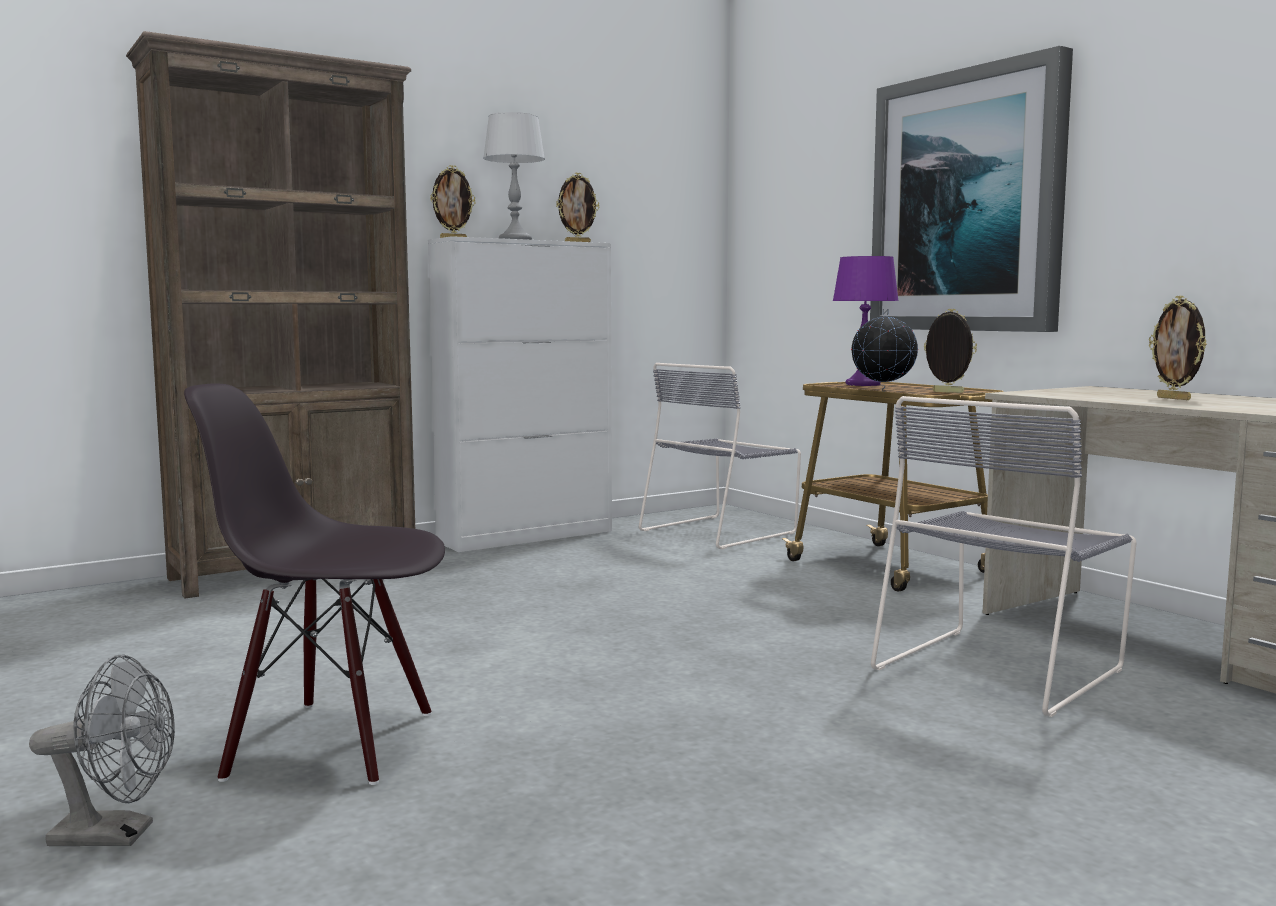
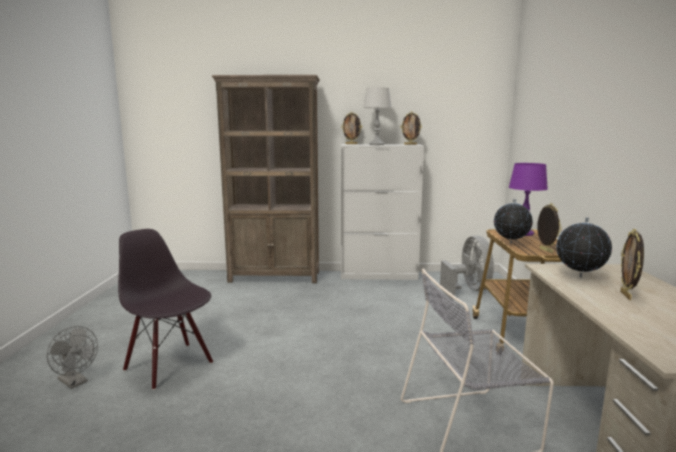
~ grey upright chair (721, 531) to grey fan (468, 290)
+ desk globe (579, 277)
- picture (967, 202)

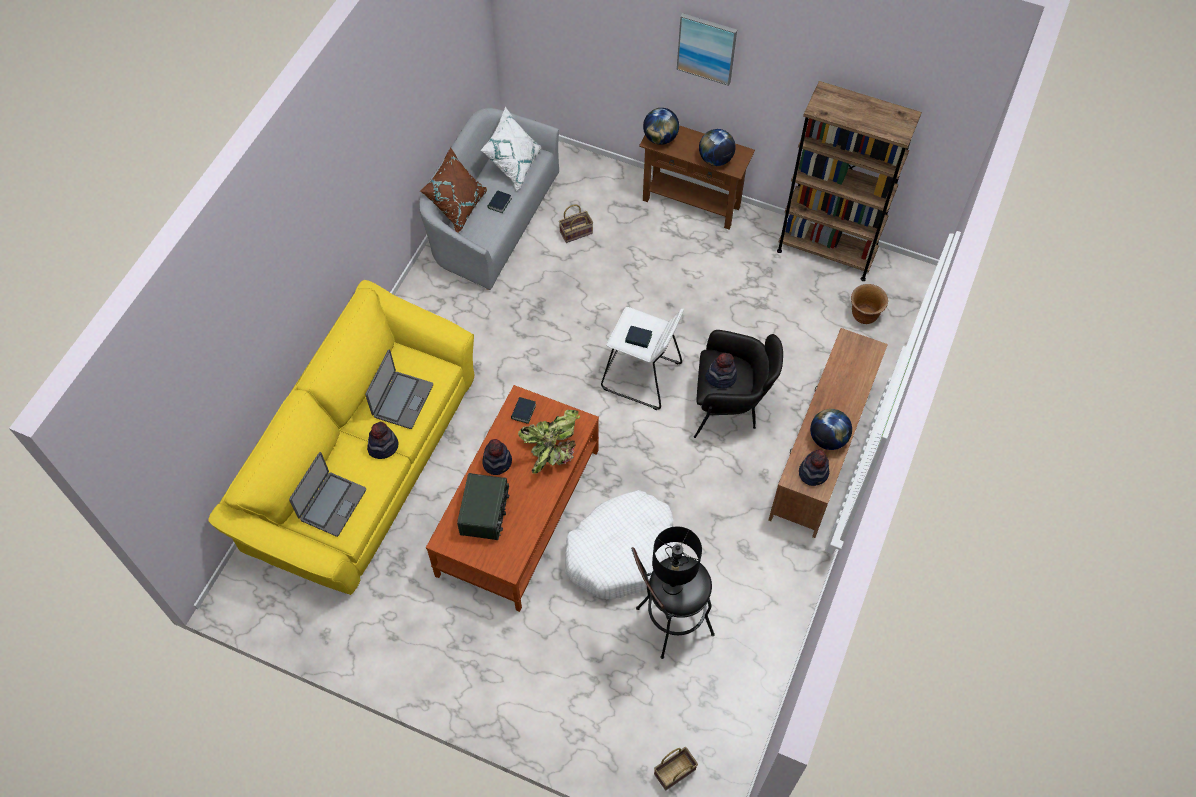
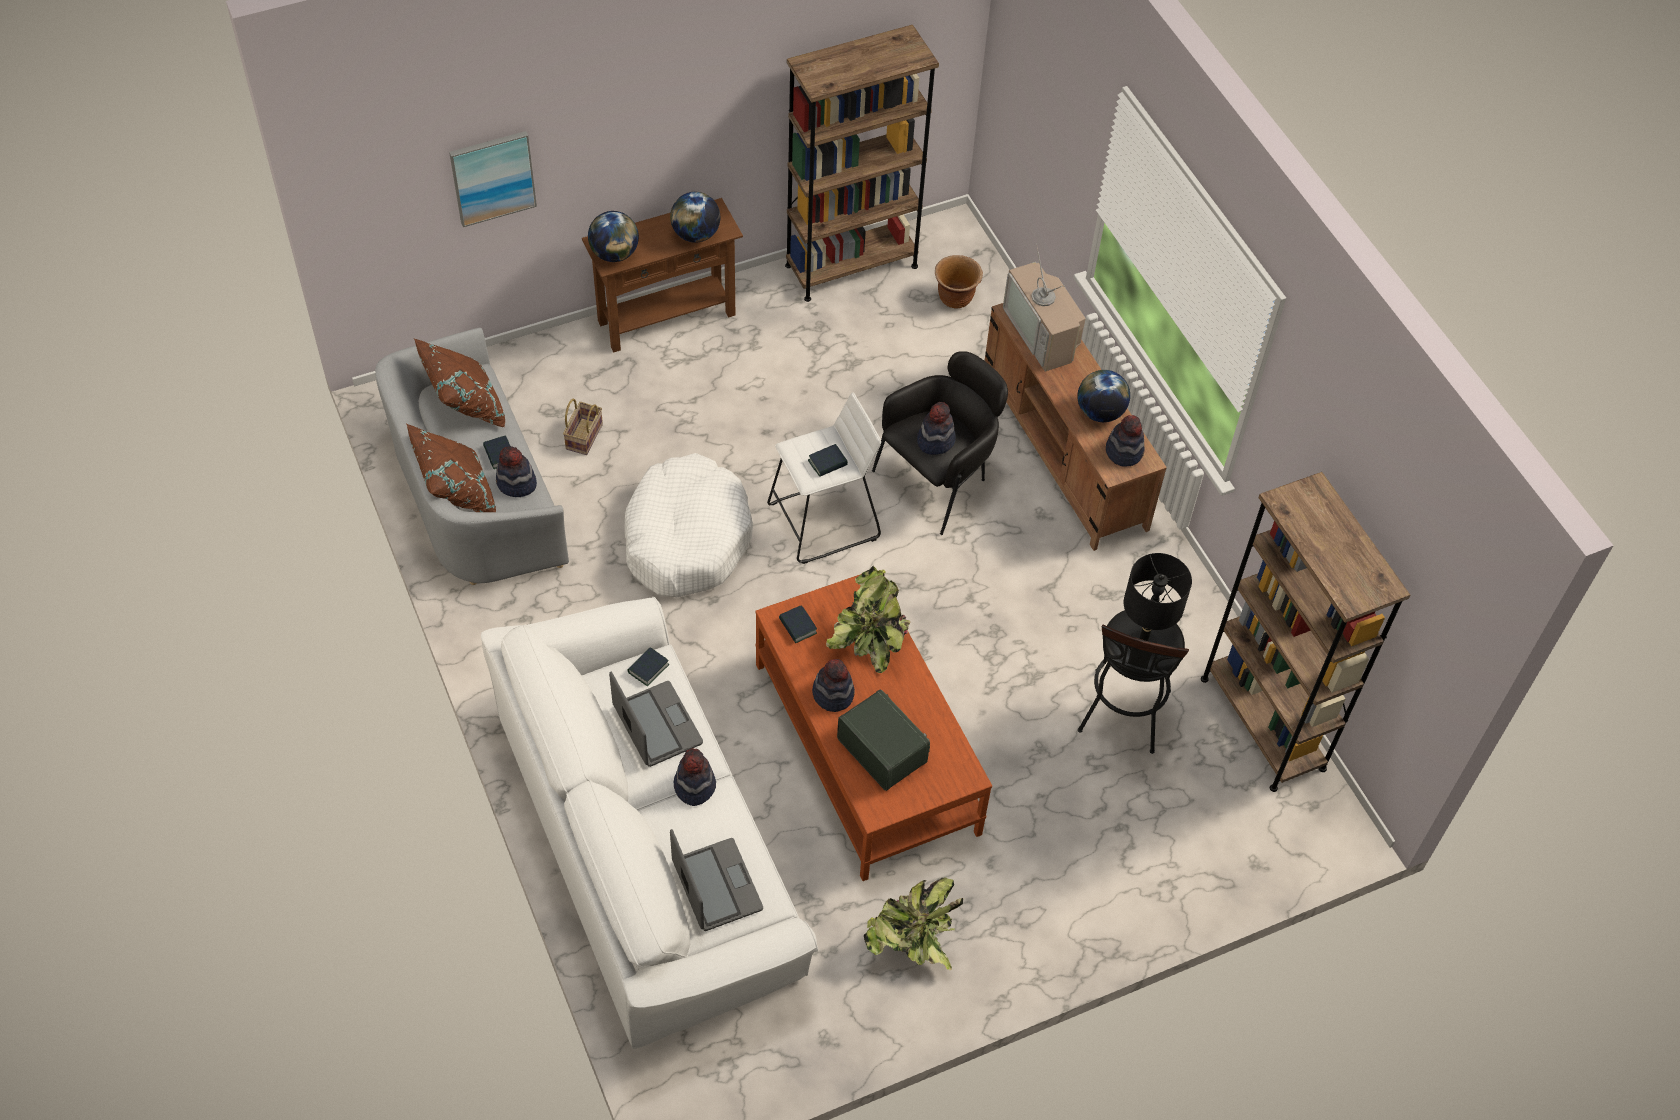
~ whitish pillow (514, 165) to brown-coloured pillow (465, 405)
~ picture (706, 48) to (493, 177)
~ yellowish couch (362, 462) to whitish couch (648, 846)
+ wearable hat (516, 483)
~ whitish dog bed (621, 551) to (686, 538)
+ bound book (648, 668)
+ plant in a pot (912, 943)
+ TV (1043, 333)
+ brown-coloured bookcase (1262, 723)
- basket (674, 773)

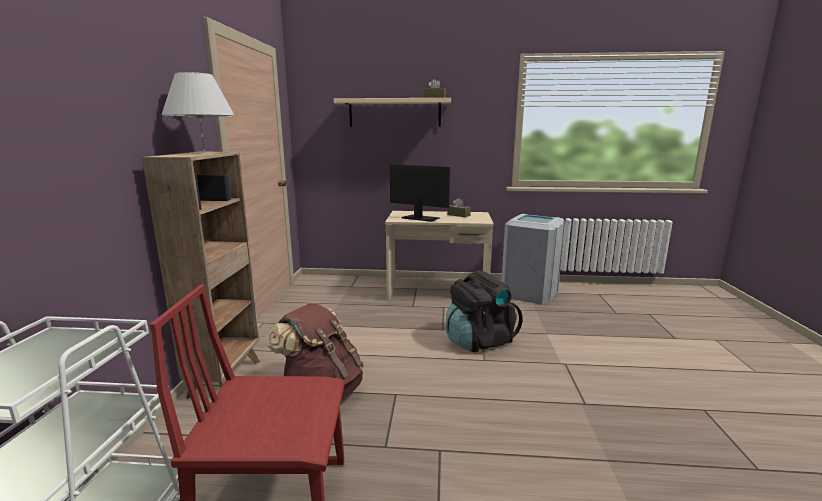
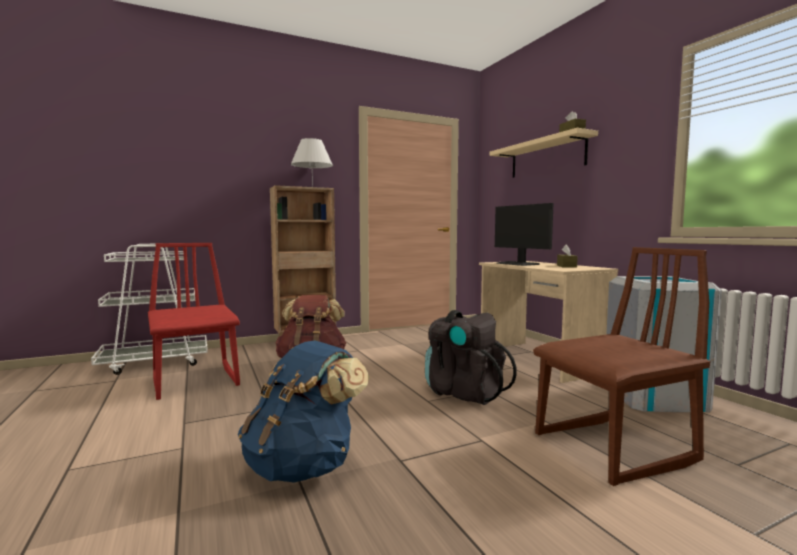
+ blue-coloured knapsack (304, 466)
~ computer screen (420, 218) = (517, 264) 150 degrees clockwise
+ brown-coloured upright chair (614, 449)

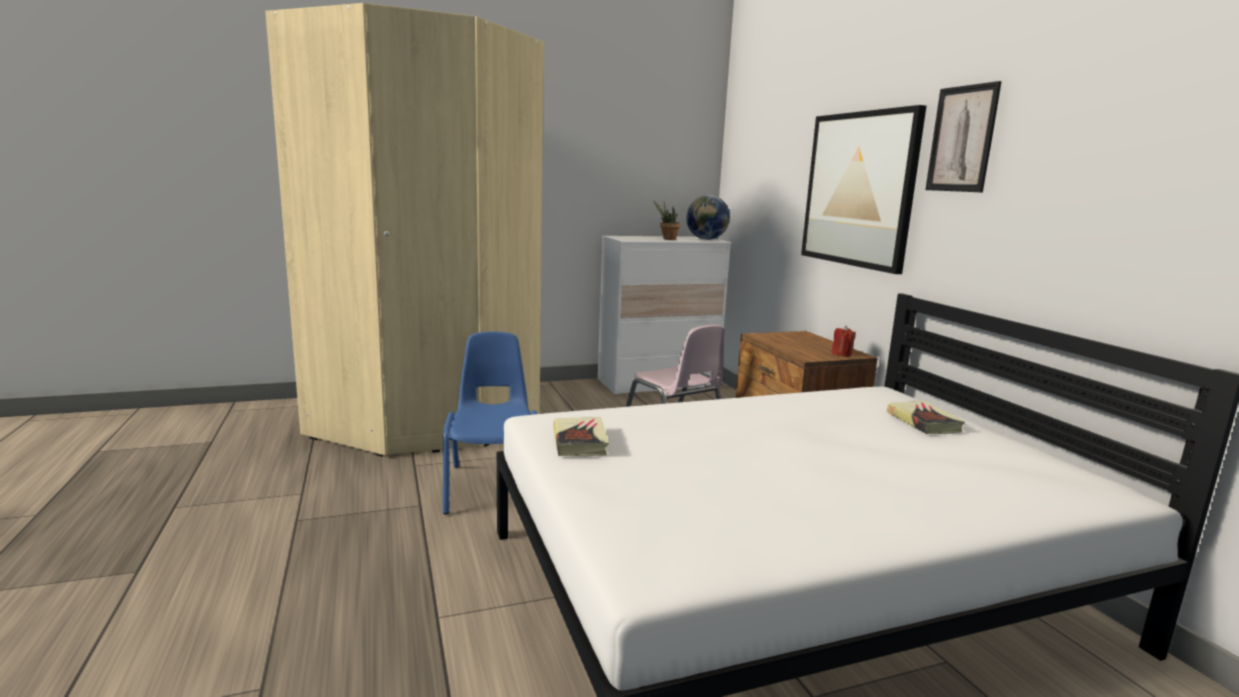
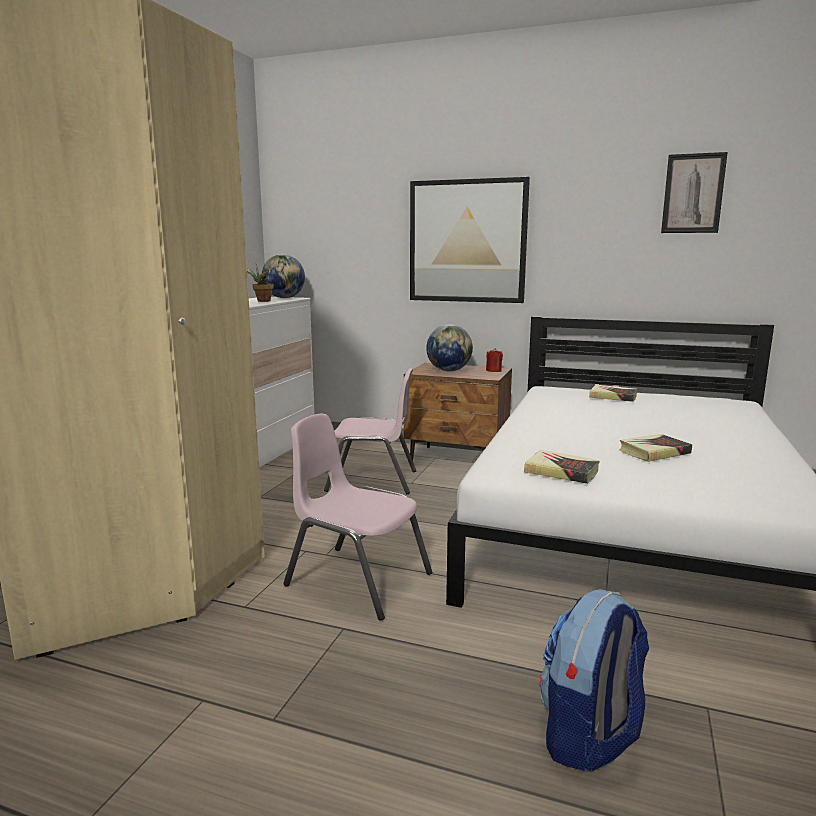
~ blue-coloured upright chair (494, 487) to pink-coloured upright chair (357, 580)
+ desk globe (449, 371)
+ knapsack (589, 736)
+ bound book (654, 452)
~ picture (962, 139) to (693, 193)

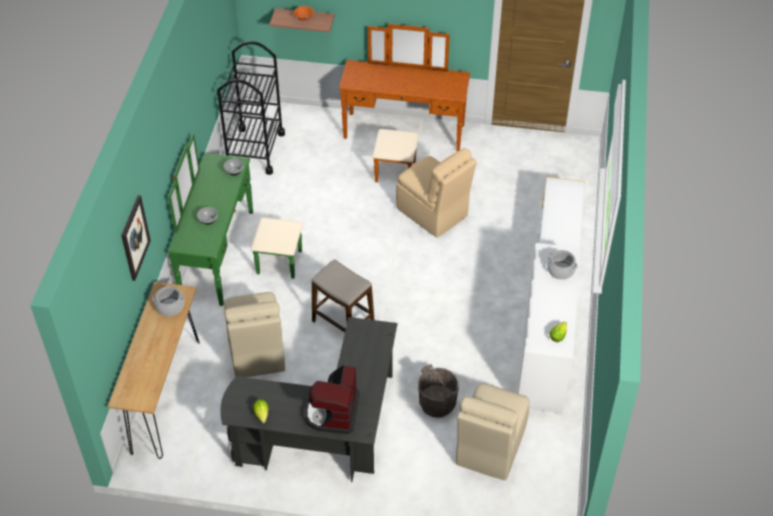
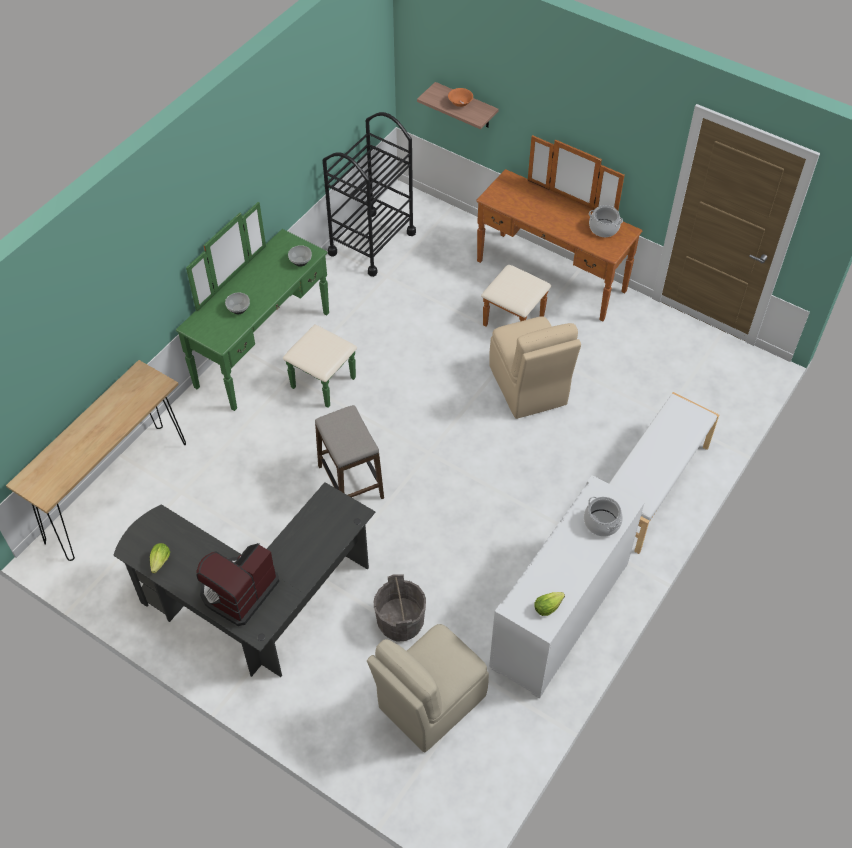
~ cooking pot (170, 306) to (604, 228)
- picture (135, 238)
- sand-coloured upright chair (256, 352)

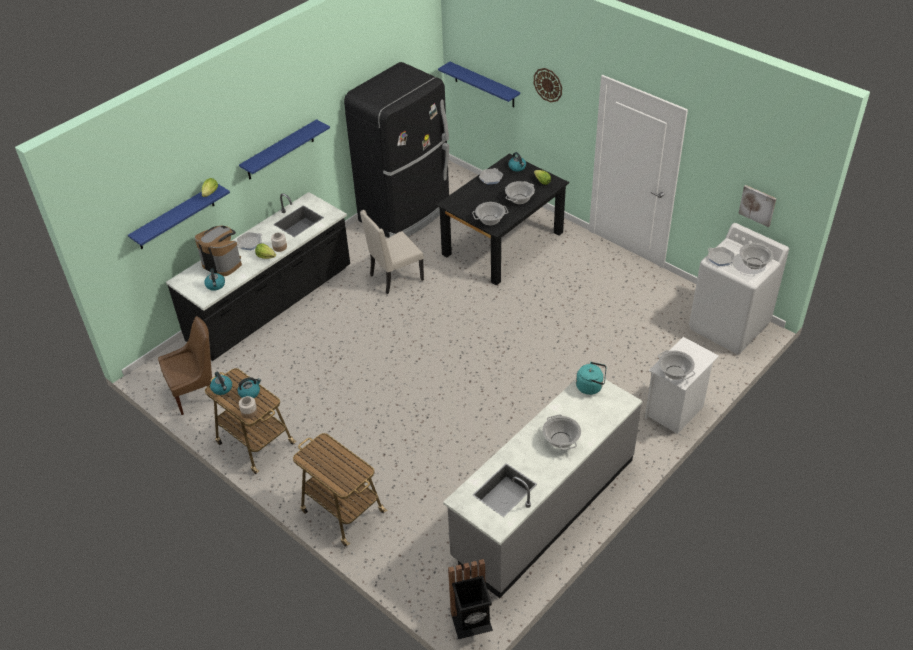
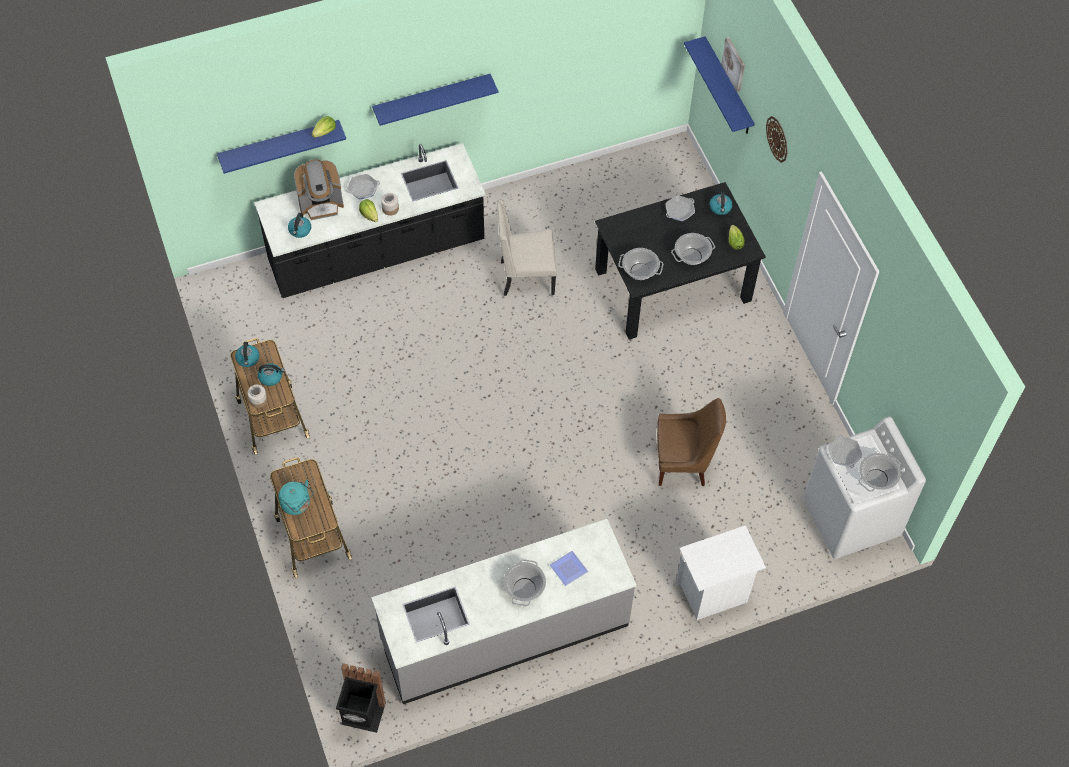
~ turquoise kettle (591, 387) to (297, 504)
~ coffee brewer (222, 263) = (321, 204) 105 degrees clockwise
+ plate (569, 567)
~ brown-coloured upright chair (196, 393) to (683, 463)
~ picture (757, 205) to (734, 64)
- black fridge (406, 213)
- cooking pot (674, 372)

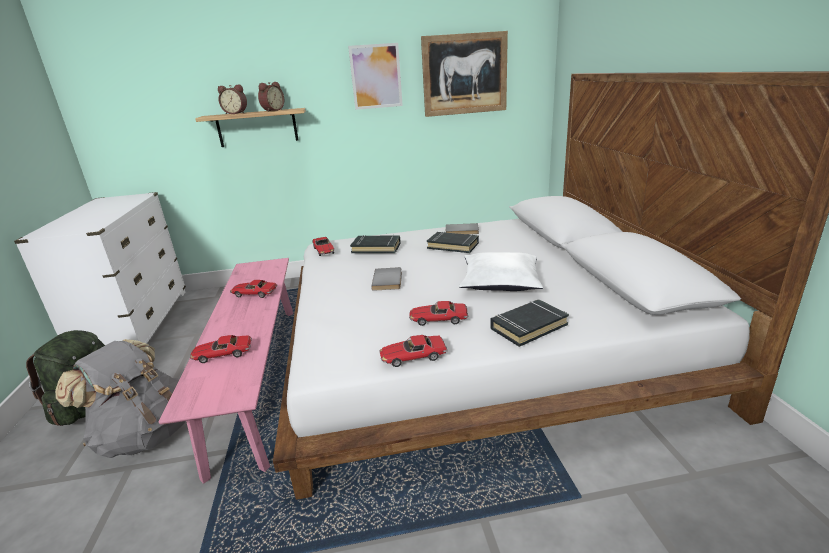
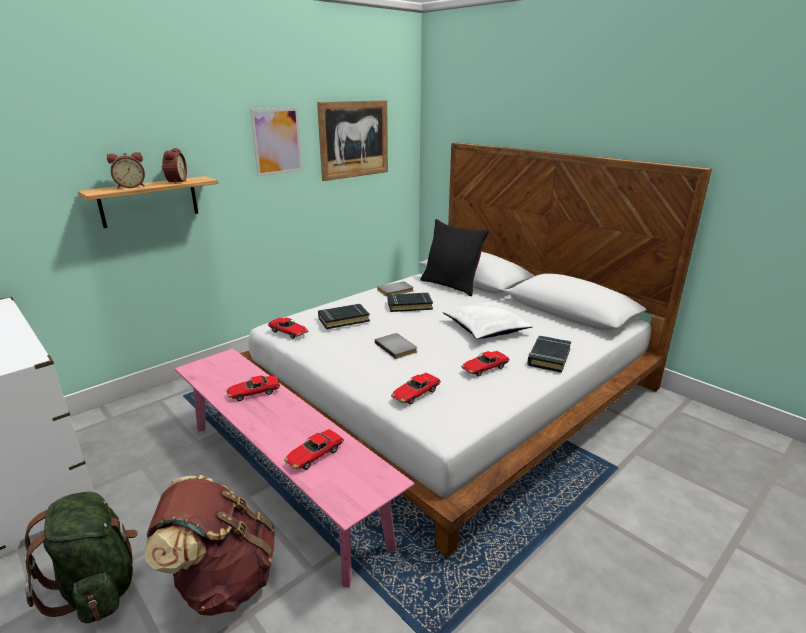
~ grey knapsack (145, 434) to brown-coloured knapsack (222, 580)
~ miniature car (413, 357) to (415, 394)
+ black pillow (451, 285)

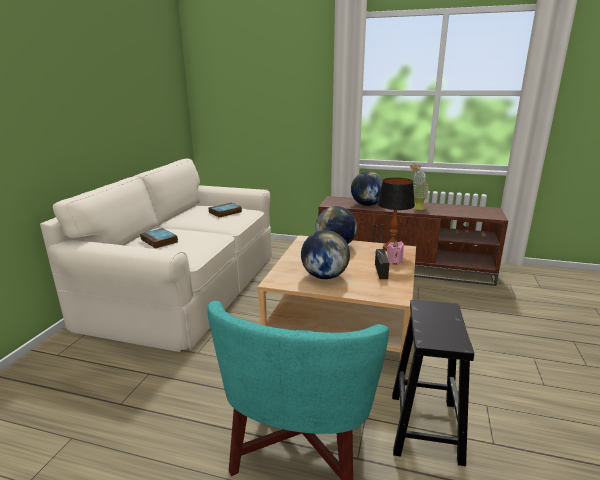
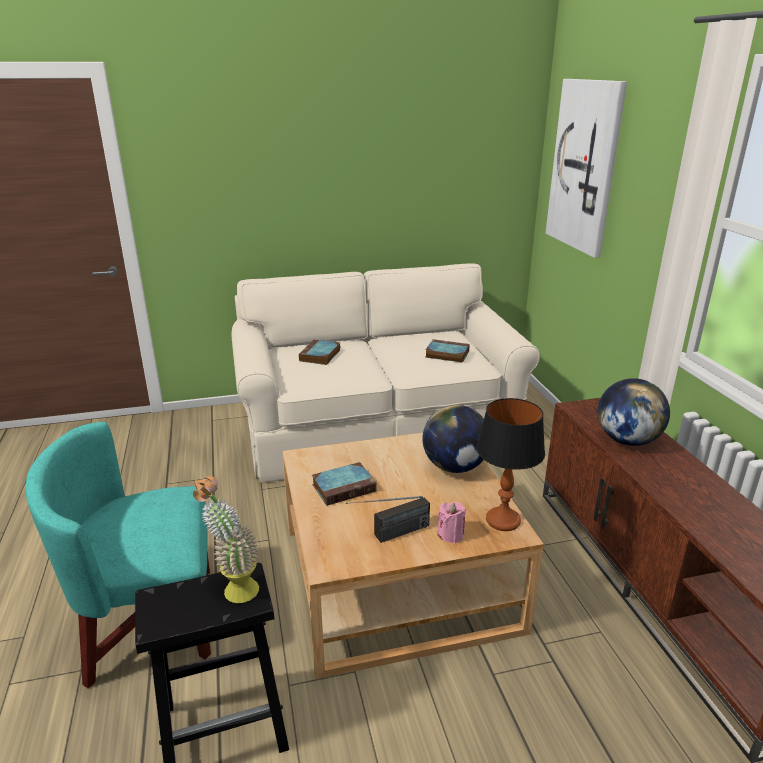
~ plant in a pot (416, 208) to (233, 587)
~ desk globe (324, 276) to bound book (345, 487)
+ picture (585, 166)

